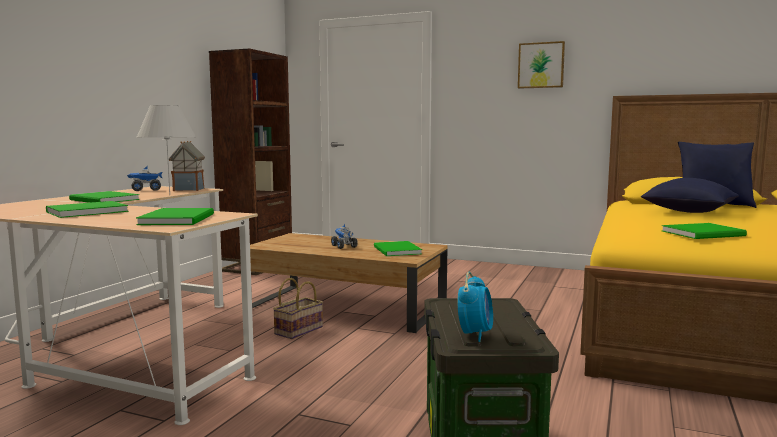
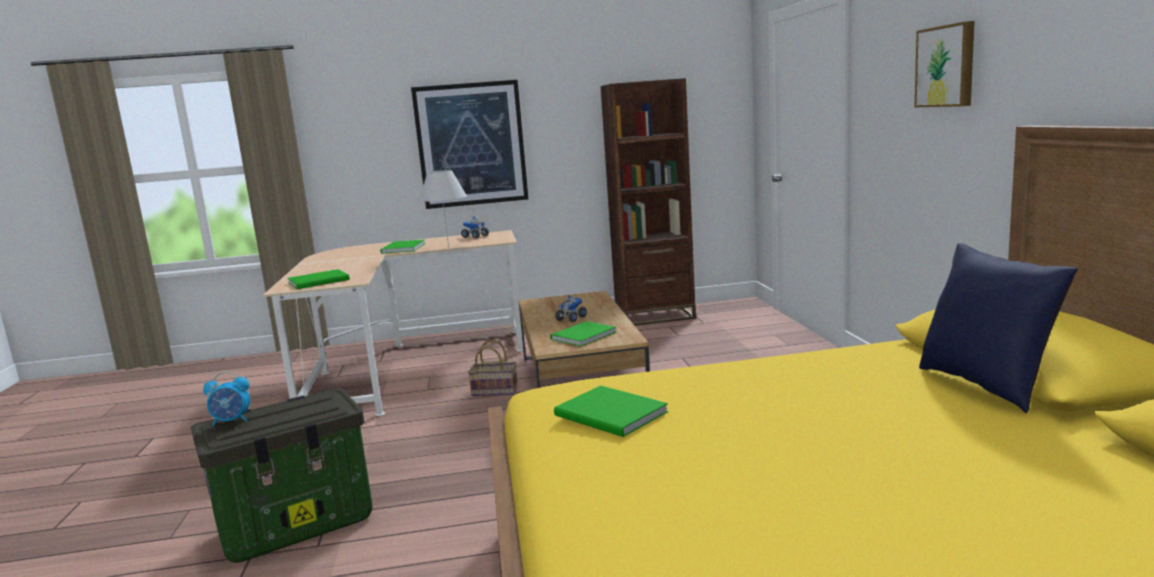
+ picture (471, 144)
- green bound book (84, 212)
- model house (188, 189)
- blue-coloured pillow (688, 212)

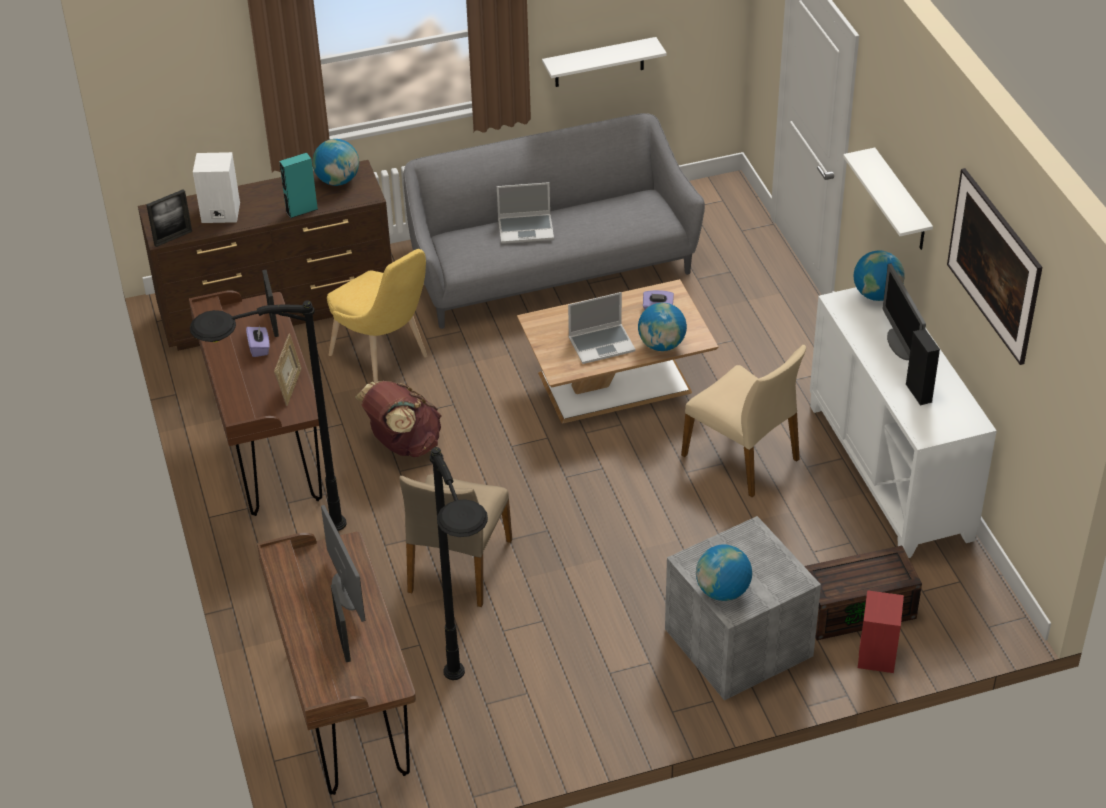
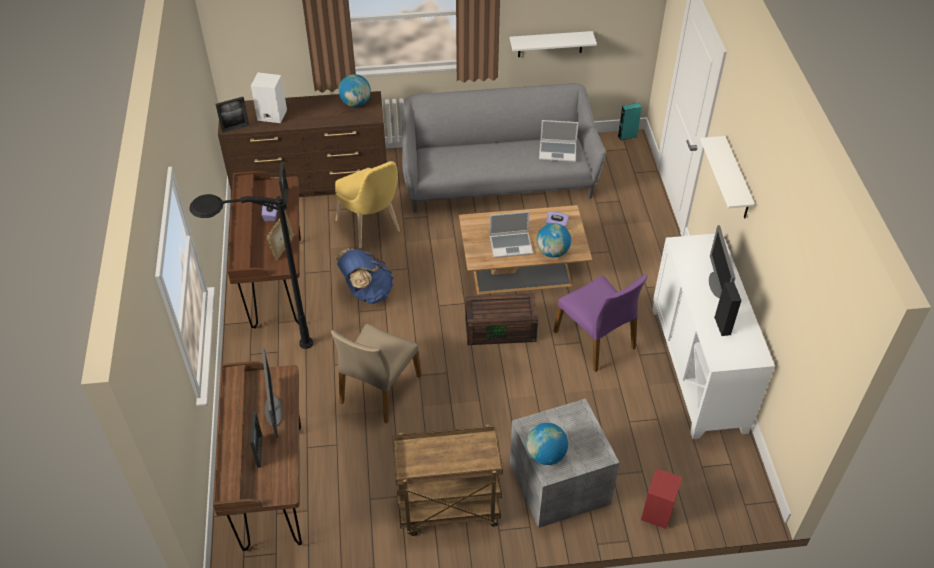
~ brown-coloured knapsack (403, 444) to blue-coloured knapsack (367, 292)
+ brown-coloured cart (447, 510)
~ brown-coloured storage bin (858, 608) to (501, 329)
~ portable computer (526, 229) to (558, 152)
~ sand-coloured upright chair (742, 457) to purplish upright chair (596, 340)
~ turquoise loudspeaker (302, 210) to (627, 136)
- black floor lamp (471, 723)
- desk globe (876, 294)
- picture (990, 289)

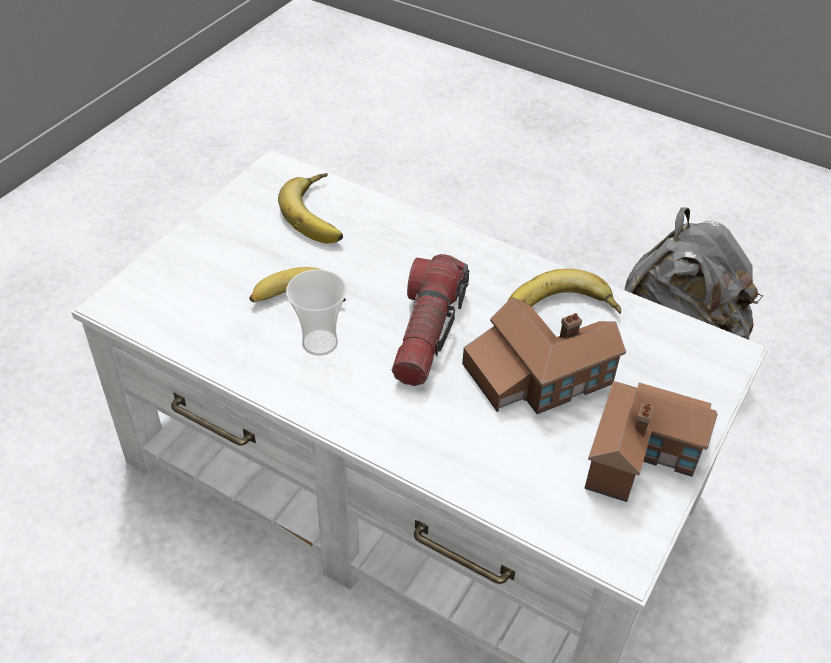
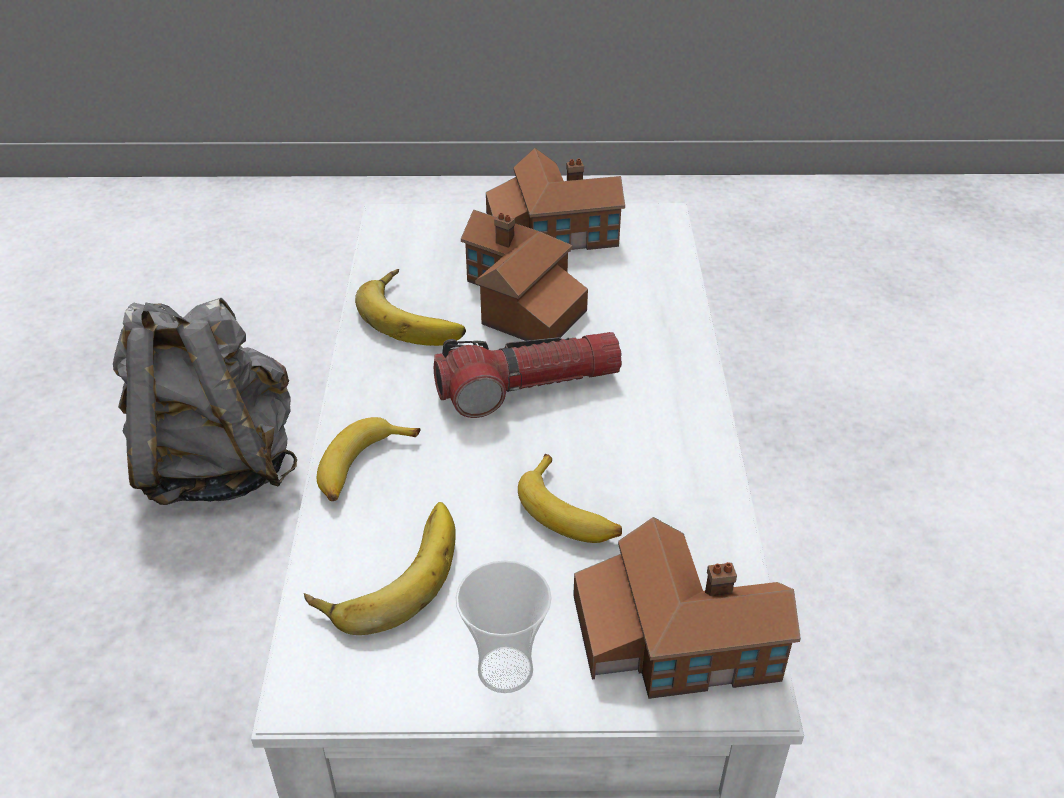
+ banana fruit (362, 468)
~ small cup (320, 343) to (505, 670)
+ model house (673, 639)

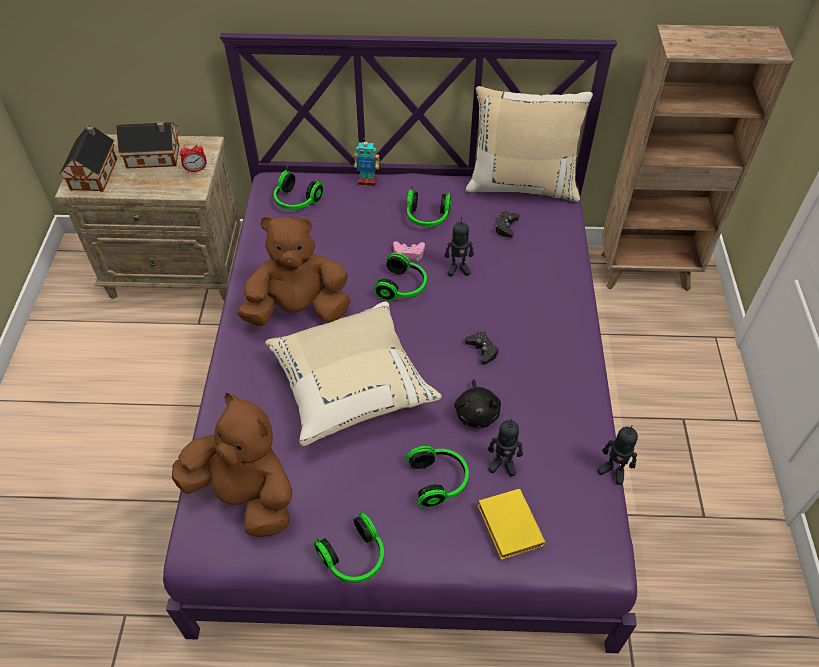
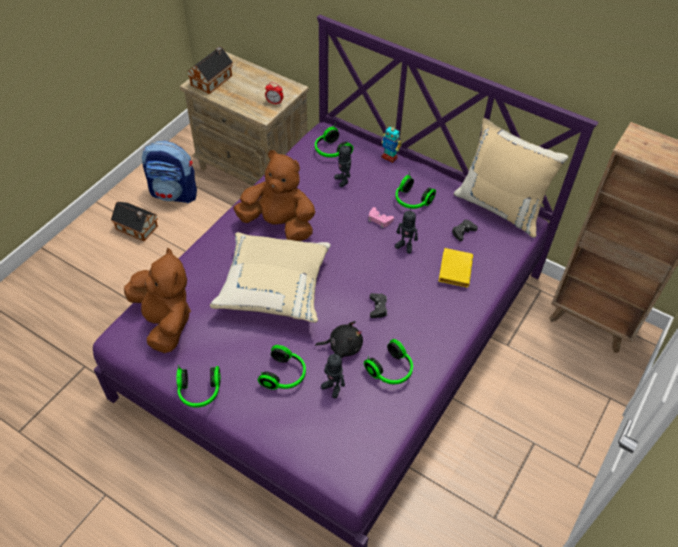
~ model house (155, 157) to (138, 228)
+ knapsack (175, 193)
~ black cuddly toy (477, 412) = (342, 346) 120 degrees counterclockwise
~ toy robot (613, 470) to (343, 180)
~ headset (403, 287) to (391, 370)
~ yellowish bound book (507, 525) to (454, 269)

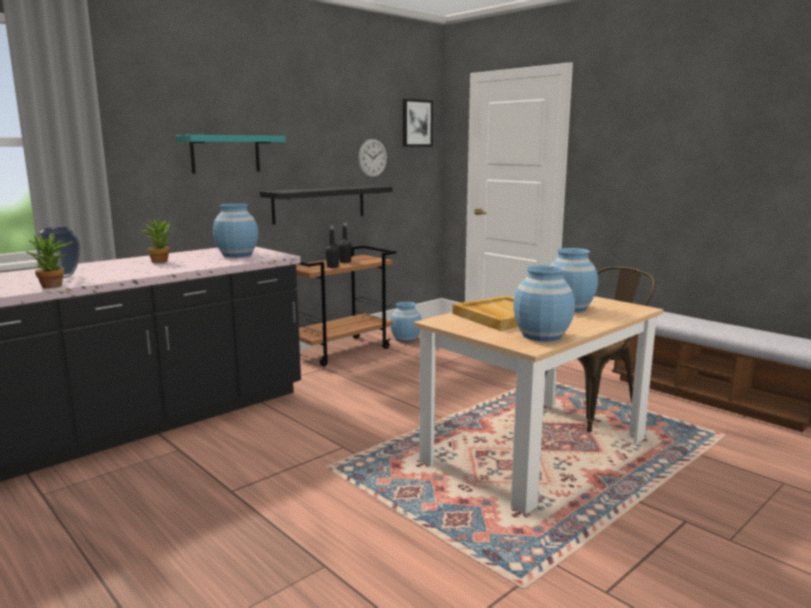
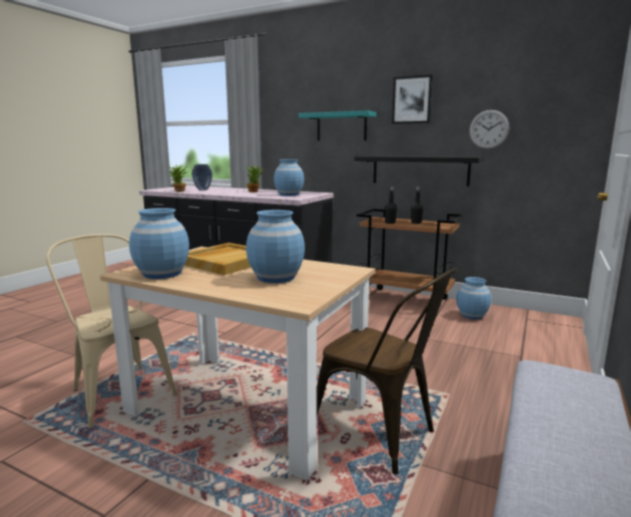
+ sand-coloured upright chair (118, 390)
~ picture (416, 123) to (412, 100)

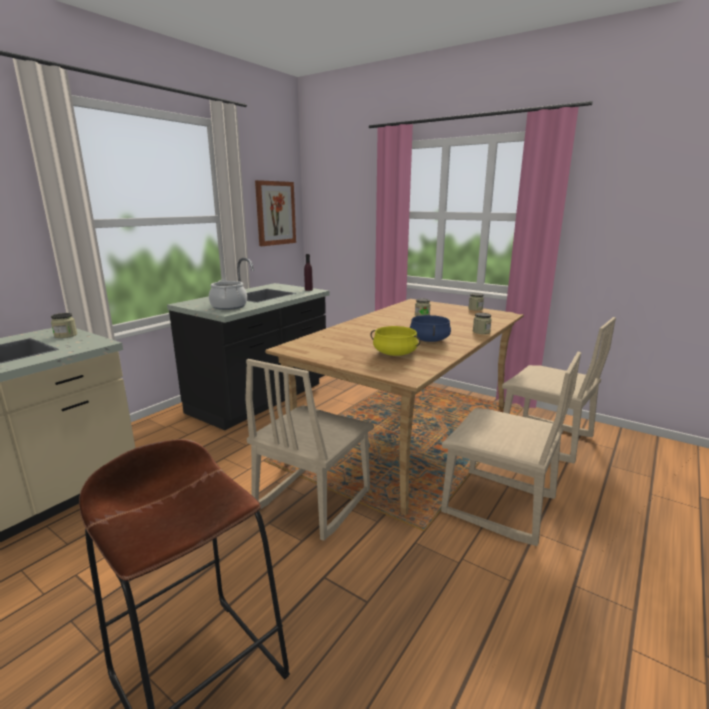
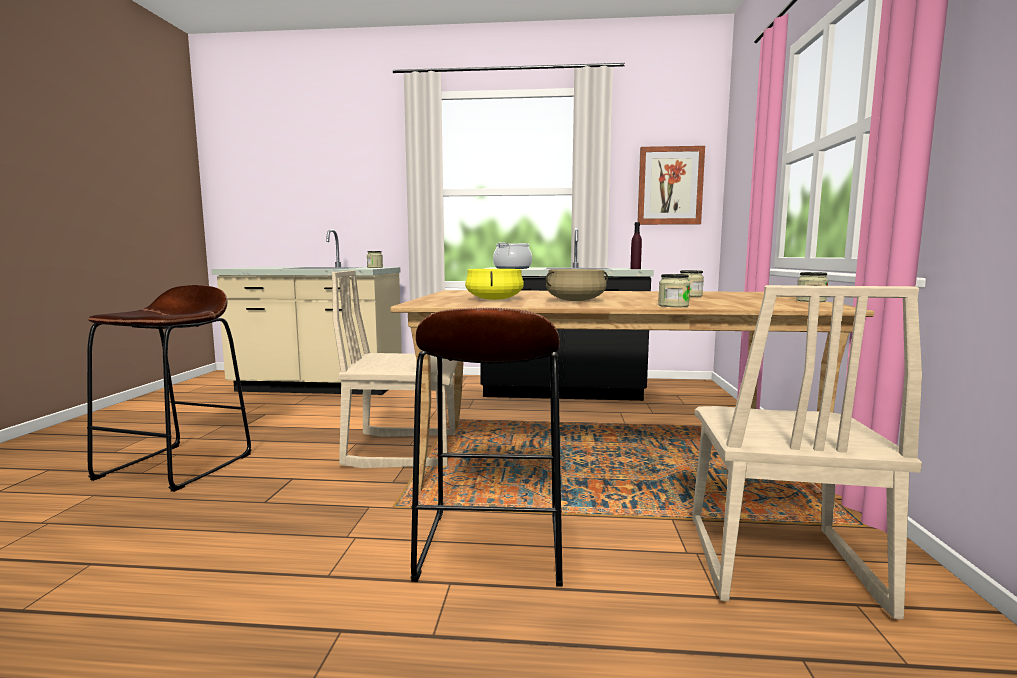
~ sand-coloured upright chair (498, 506) to brown-coloured stool (491, 546)
~ blue-coloured cooking pot (429, 340) to sand-coloured cooking pot (575, 301)

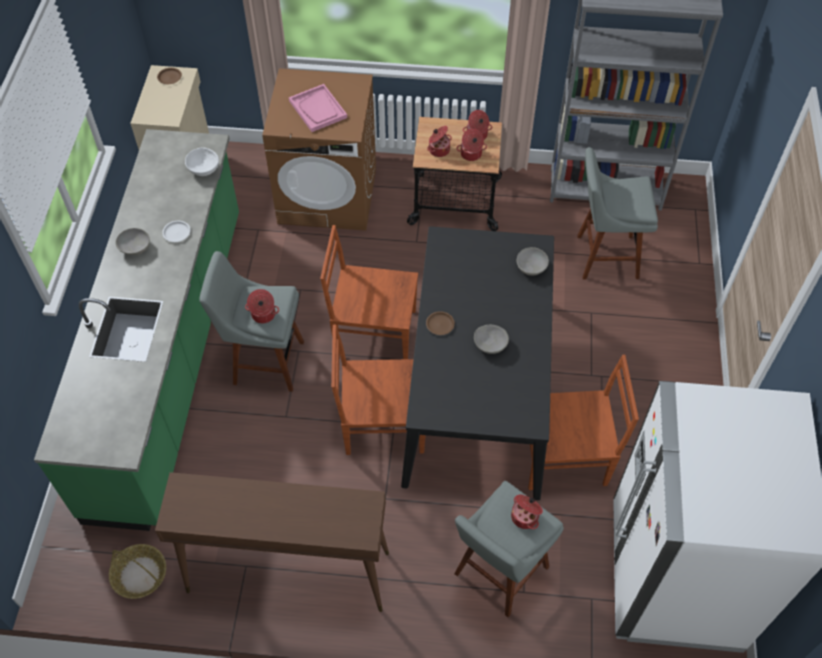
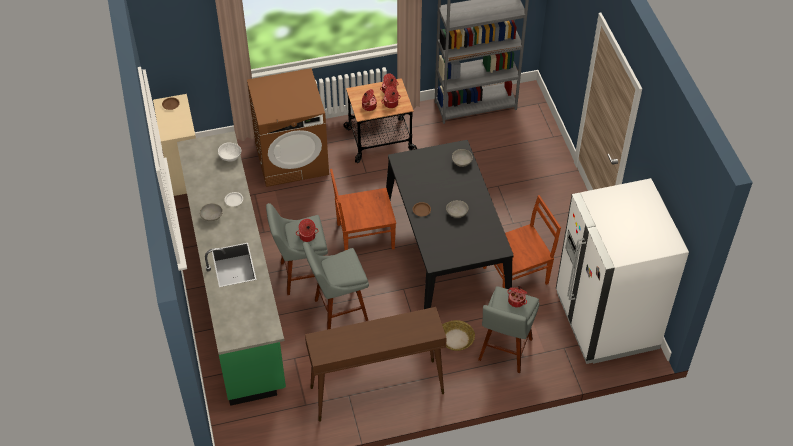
~ grey stool (603, 257) to (338, 311)
~ basket (139, 575) to (456, 339)
- pink-coloured serving tray (318, 109)
- brown-coloured upright chair (381, 424)

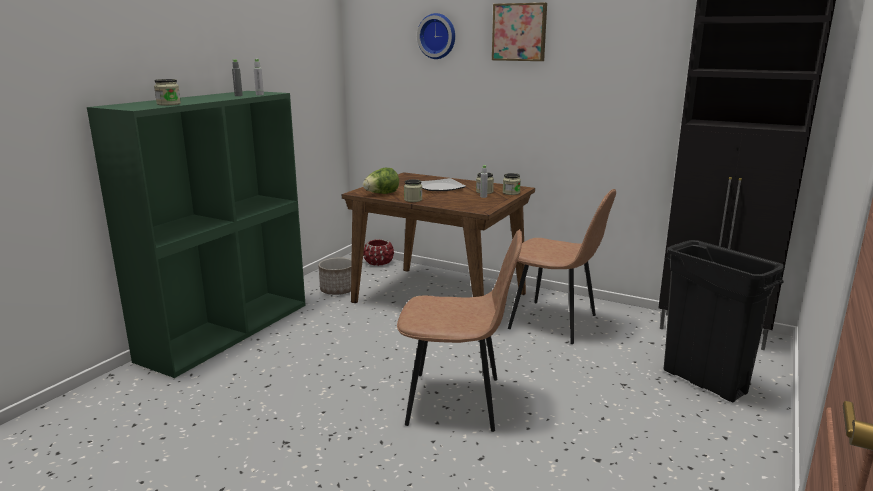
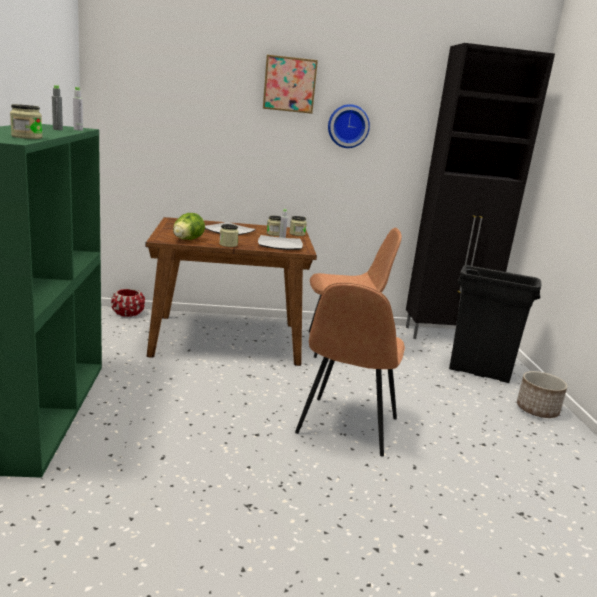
+ plate (279, 245)
~ brown-coloured upright chair (457, 401) = (346, 427) 135 degrees clockwise
~ clock on the wall (437, 36) to (348, 126)
~ flower pot (338, 290) to (537, 410)

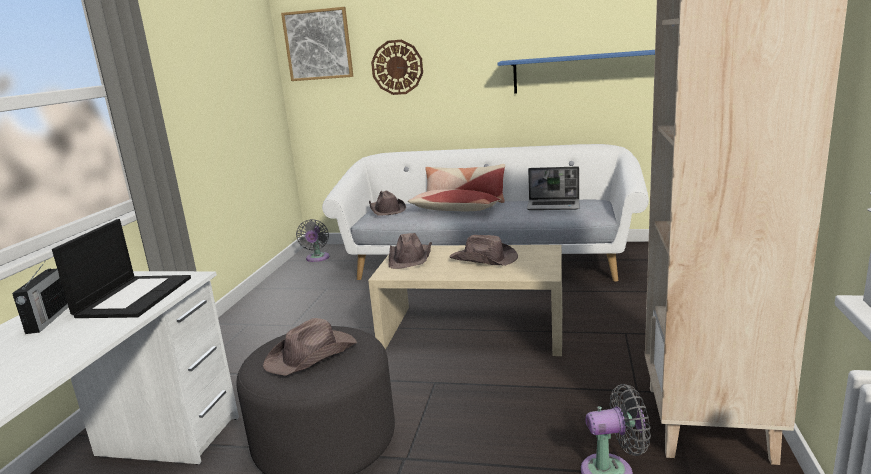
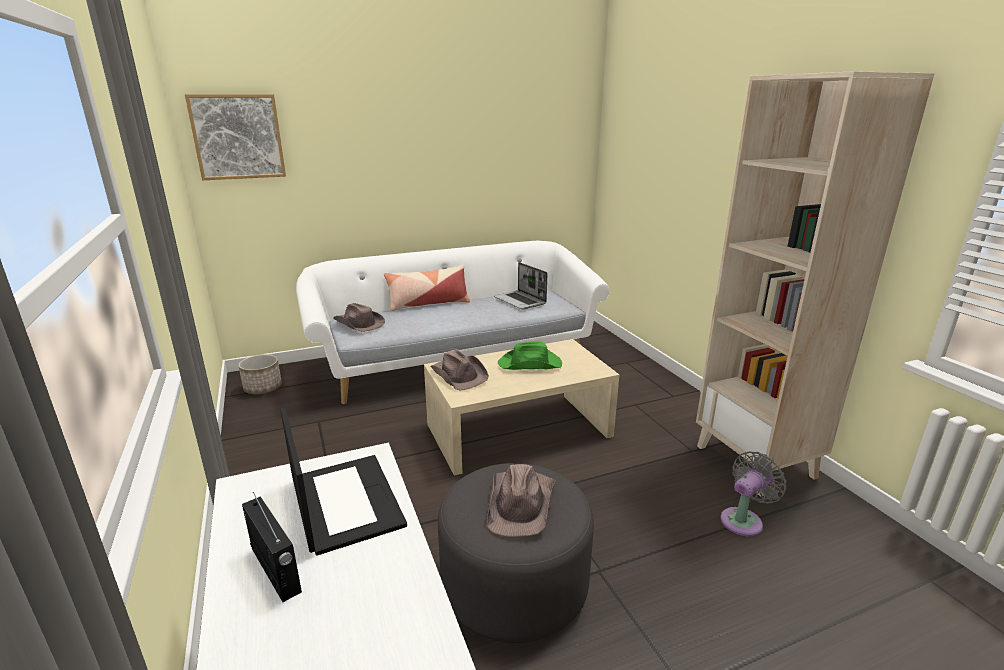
~ grey fan (317, 258) to flower pot (263, 388)
~ portable computer (554, 206) = (520, 301) 75 degrees clockwise
~ brown-coloured wearable hat (484, 259) to green wearable hat (530, 364)
- clock on the wall (397, 67)
- pillow (454, 210)
- blue-coloured wall shelf (584, 72)

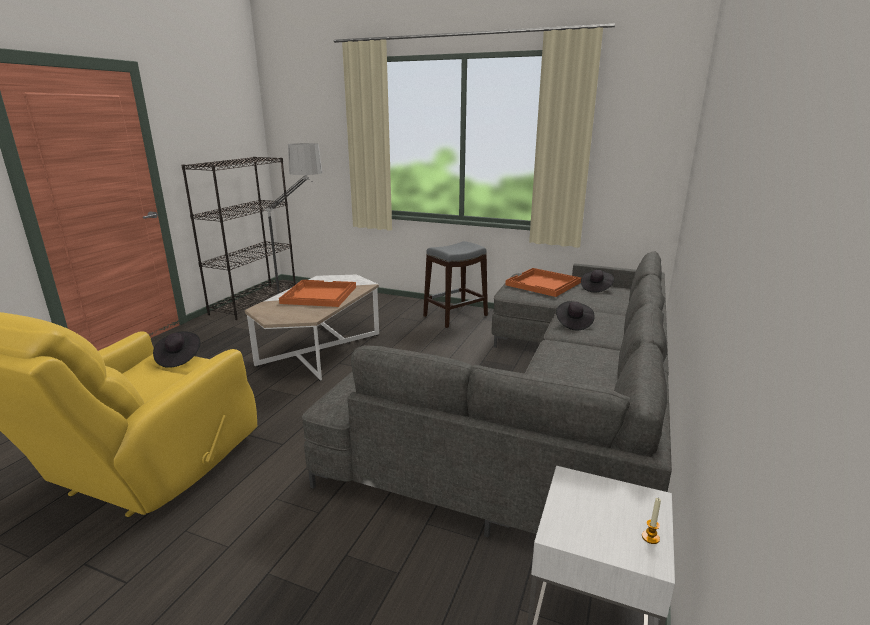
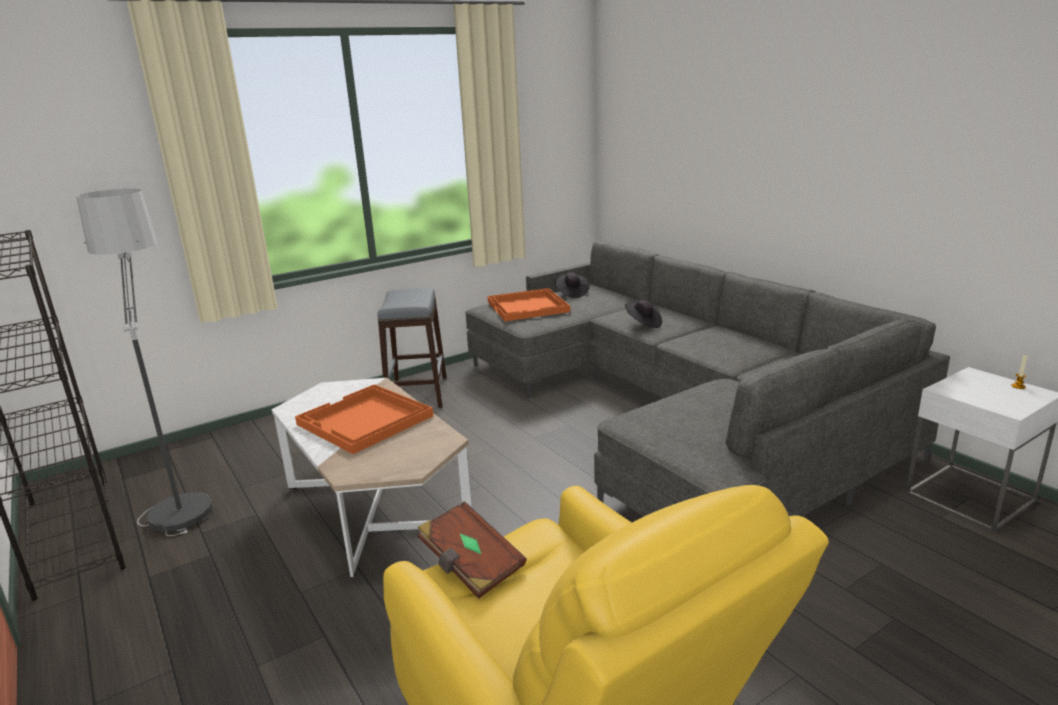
~ black wearable hat (178, 358) to brown-coloured bound book (471, 565)

